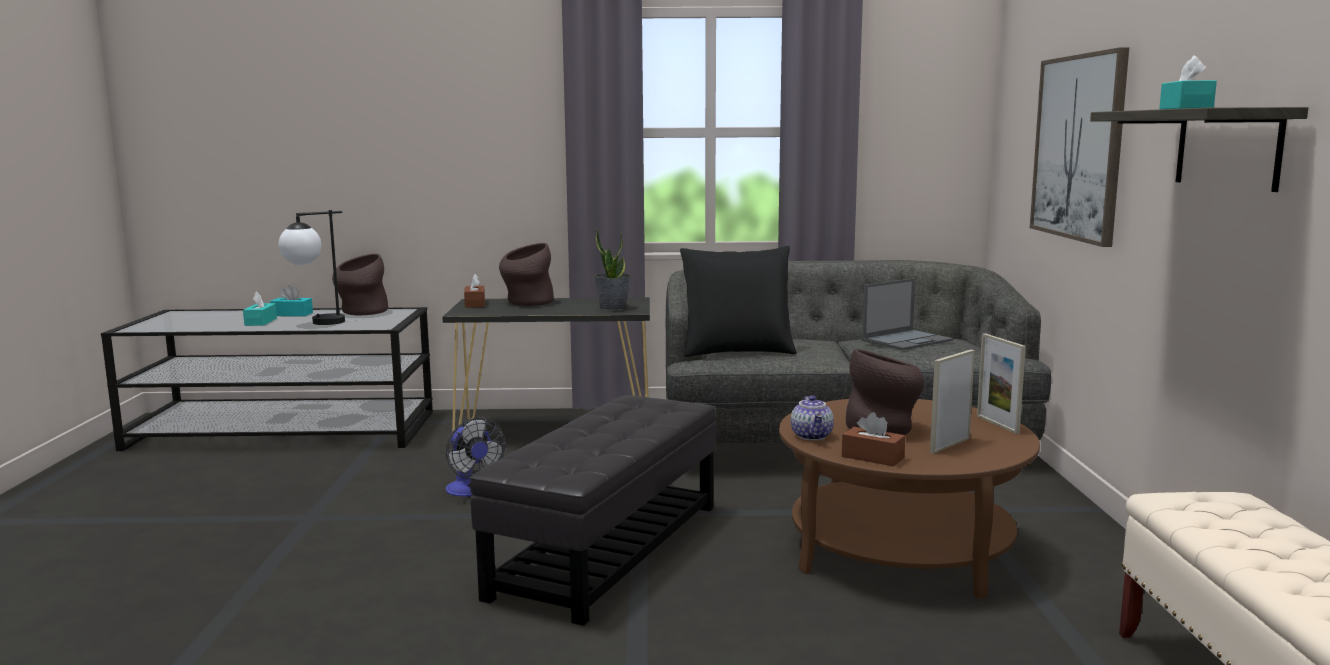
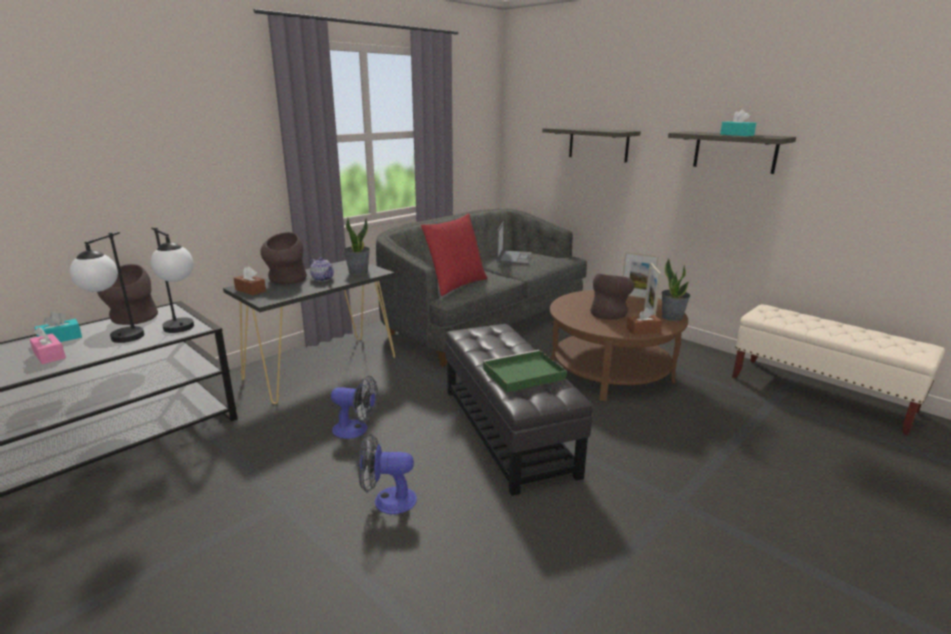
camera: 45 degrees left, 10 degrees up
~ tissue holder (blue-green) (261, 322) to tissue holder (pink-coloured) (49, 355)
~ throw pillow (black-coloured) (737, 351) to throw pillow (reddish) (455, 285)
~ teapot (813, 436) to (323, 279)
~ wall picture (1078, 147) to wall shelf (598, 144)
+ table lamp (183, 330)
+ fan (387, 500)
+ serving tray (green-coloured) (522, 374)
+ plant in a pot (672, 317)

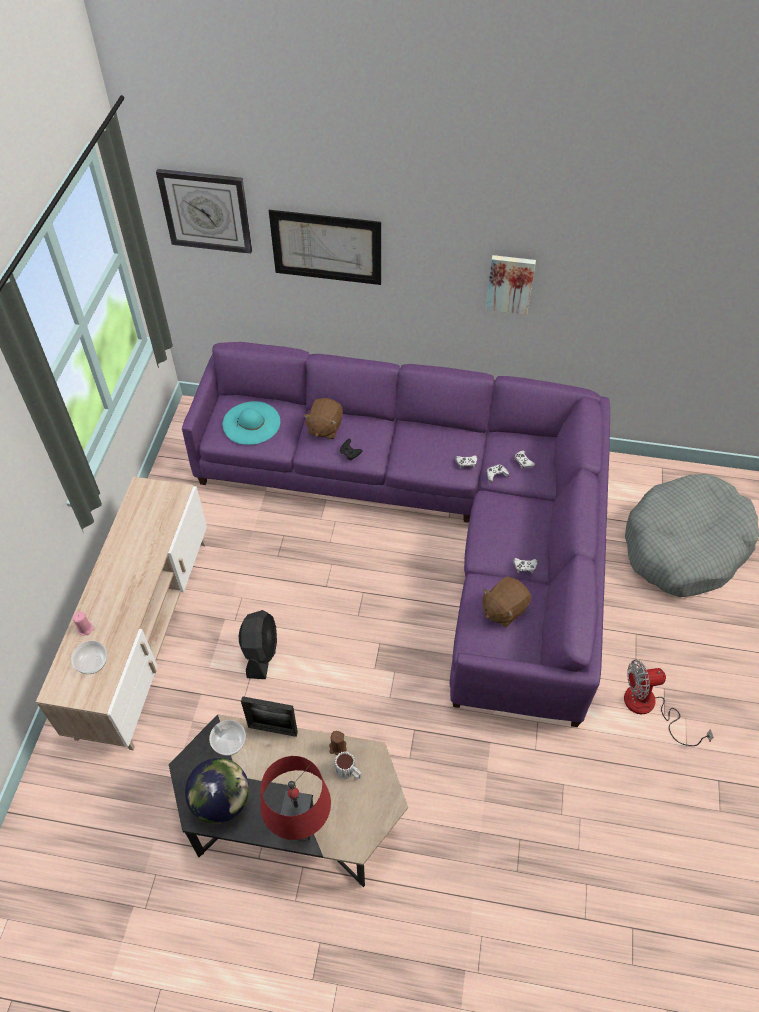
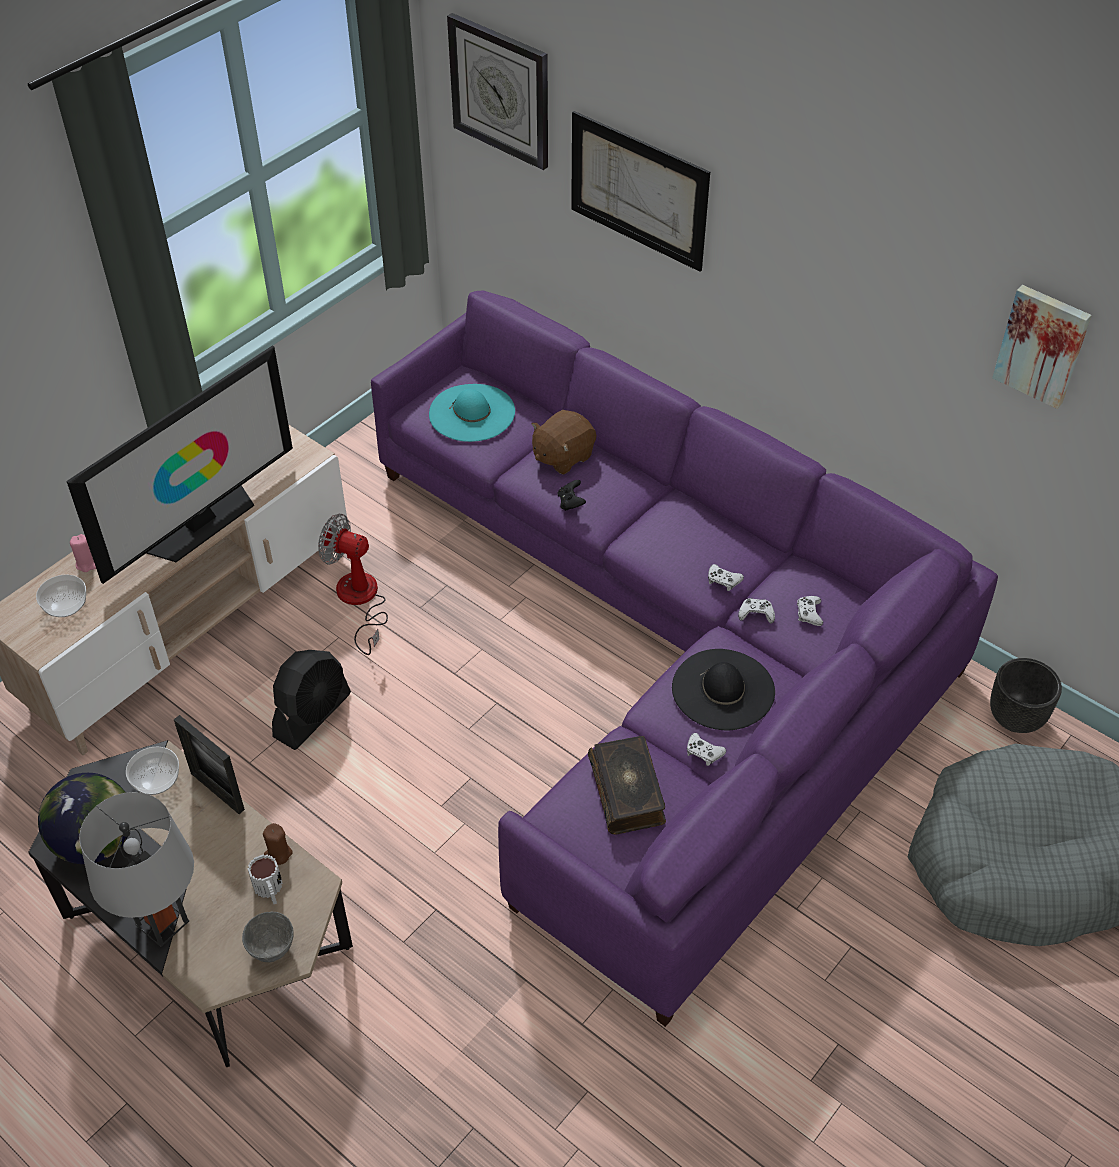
camera: 30 degrees right, 5 degrees down
~ table lamp (reddish) (300, 826) to table lamp (grey) (162, 923)
~ cuddly toy (brownish) (503, 609) to volume (627, 792)
~ wall picture (510, 283) to (1042, 345)
~ fan (649, 708) to (360, 601)
+ television (201, 523)
+ serving bowl (grey) (271, 949)
+ hat (black-coloured) (723, 689)
+ flower pot (black-coloured) (1016, 719)

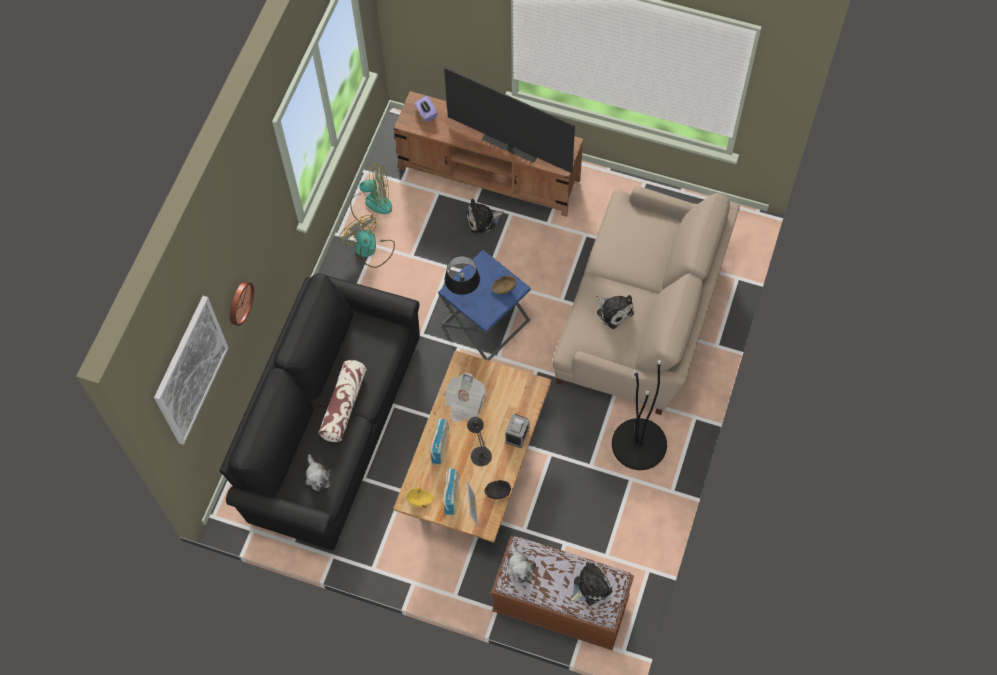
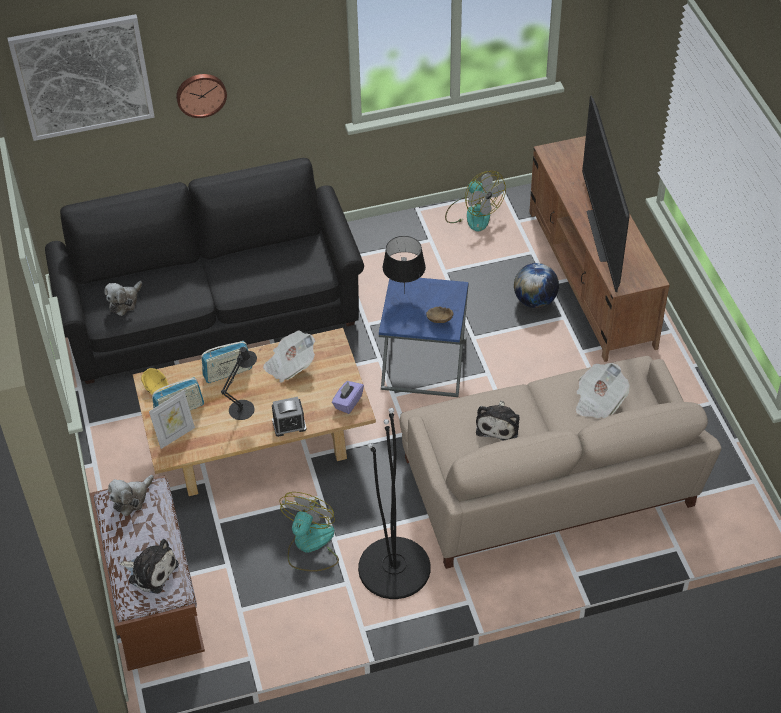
camera: 55 degrees right, 15 degrees down
- throw pillow (344, 405)
~ fan (370, 249) to (310, 545)
~ tissue holder (purple) (426, 114) to (348, 402)
~ cuddly toy (483, 220) to world globe (535, 301)
- serving bowl (black-coloured) (497, 491)
+ newspaper (598, 401)

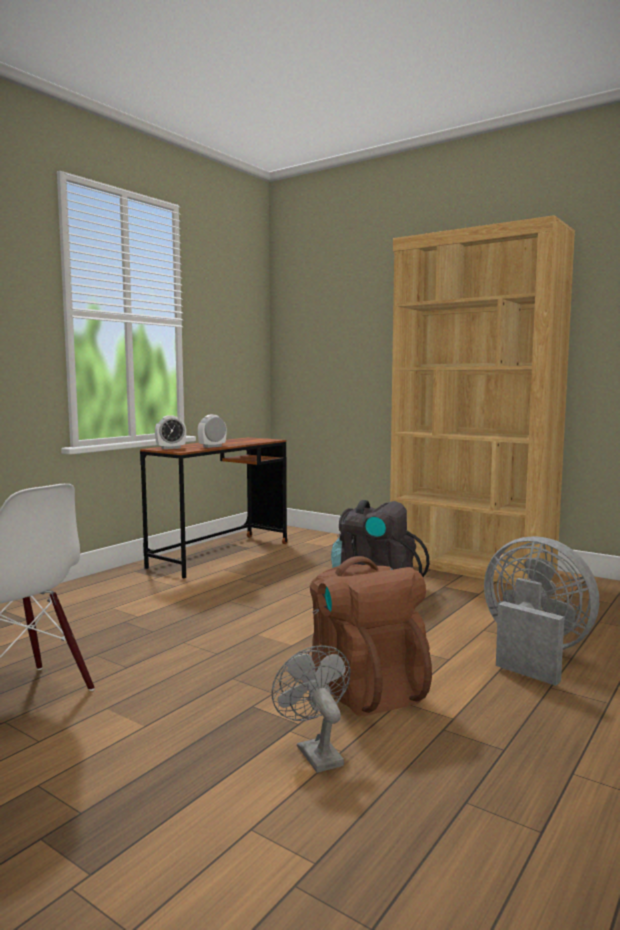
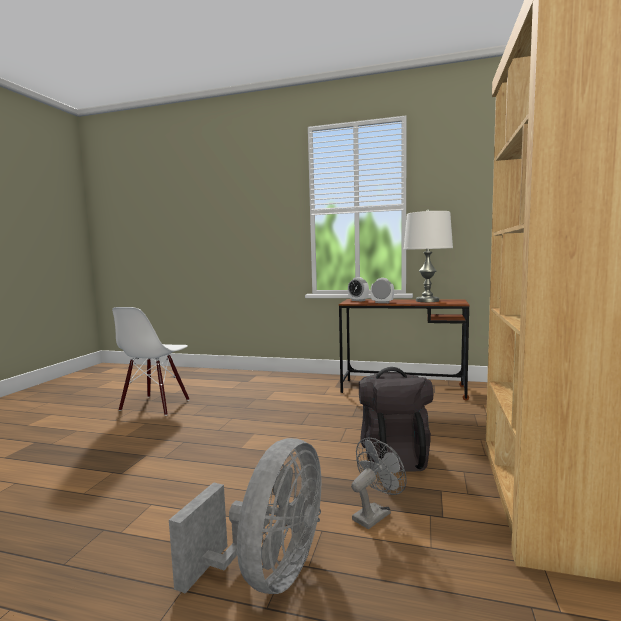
camera: 70 degrees right, 0 degrees up
~ fan (grey) (315, 752) to (375, 514)
- knapsack (brownish) (365, 688)
+ table lamp (white) (427, 301)

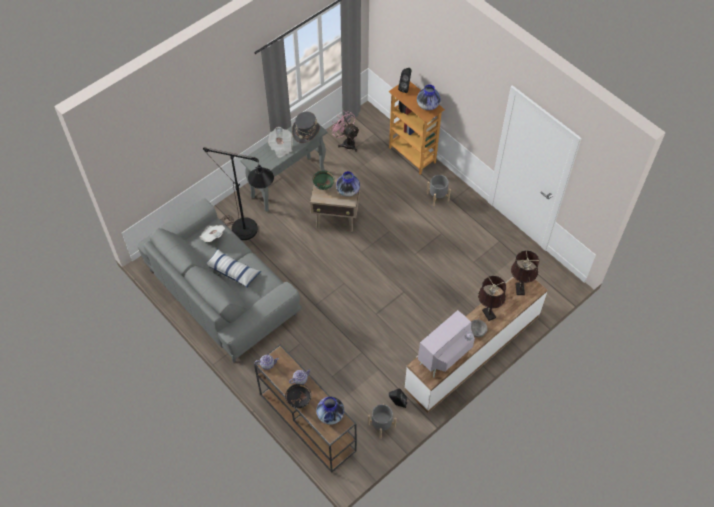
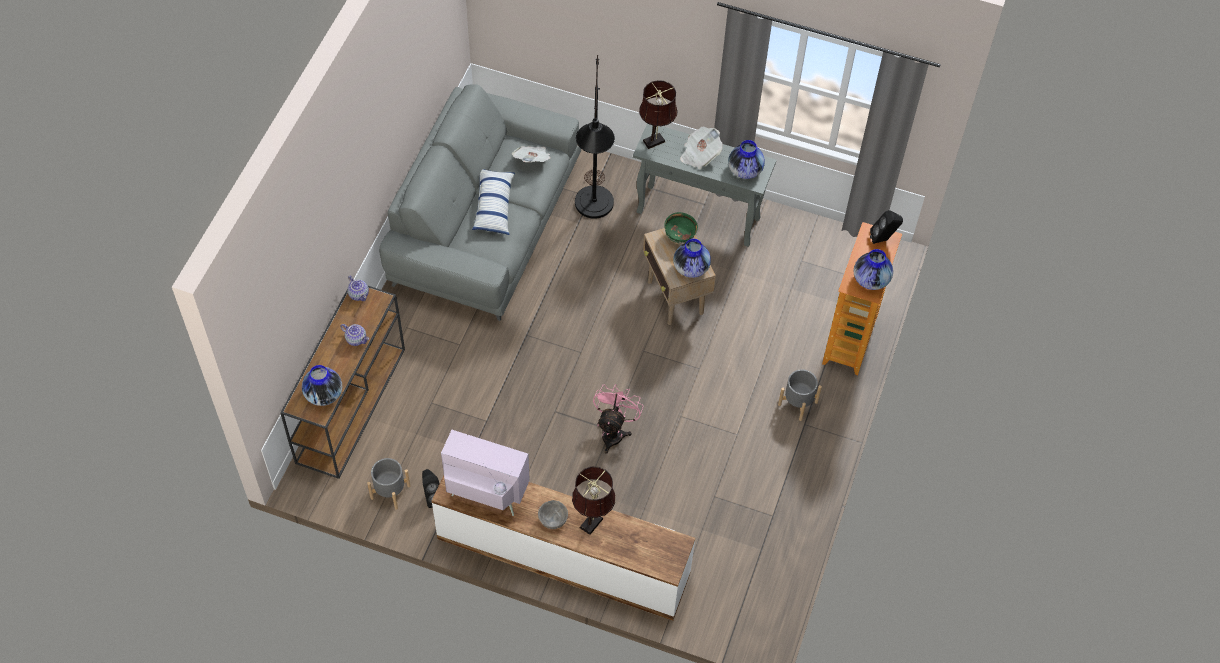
camera: 60 degrees right, 0 degrees up
- serving bowl (black-coloured) (298, 401)
~ hat (grey) (306, 131) to flower vase (745, 170)
~ fan (pink-coloured) (346, 142) to (614, 431)
~ table lamp (brownish) (519, 287) to (656, 140)

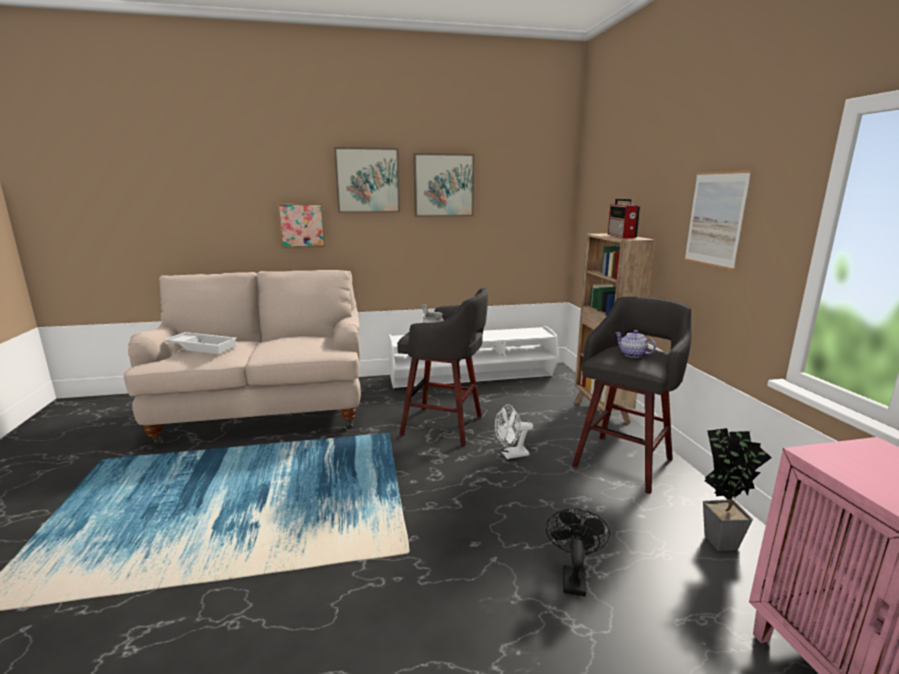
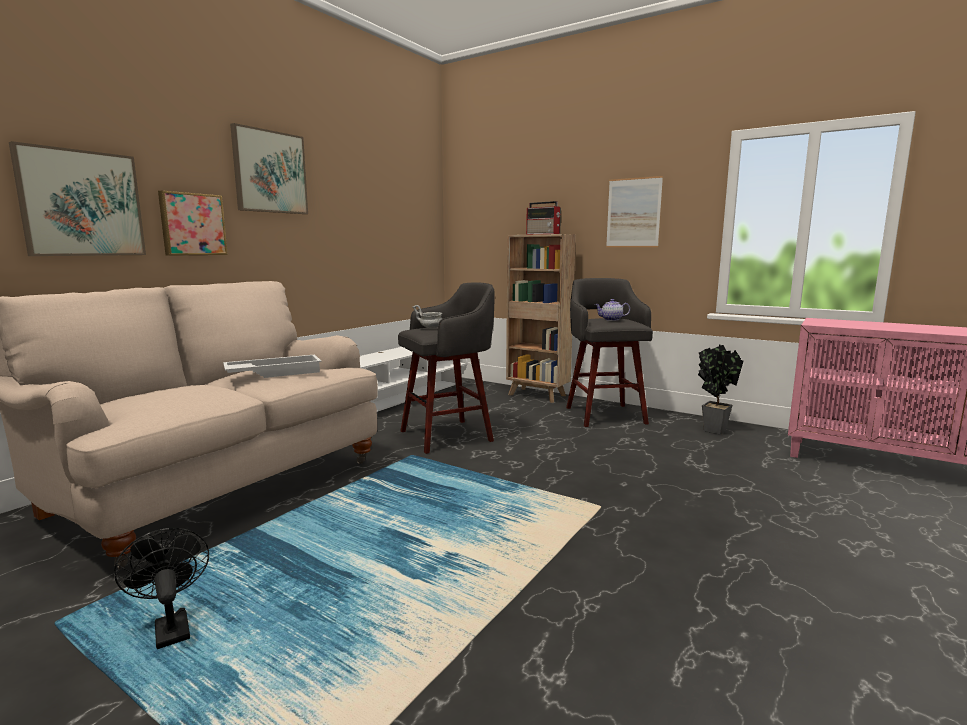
camera: 45 degrees left, 5 degrees down
~ serving tray (white) (203, 347) to (274, 373)
~ wall picture (443, 185) to (82, 203)
- fan (white) (511, 455)
~ fan (black-coloured) (573, 577) to (170, 627)

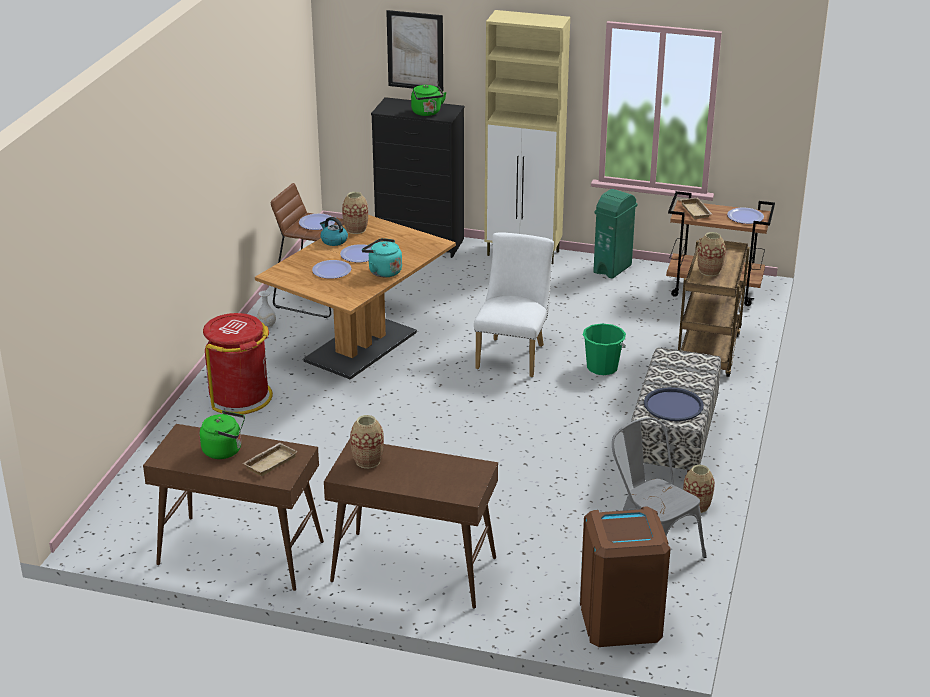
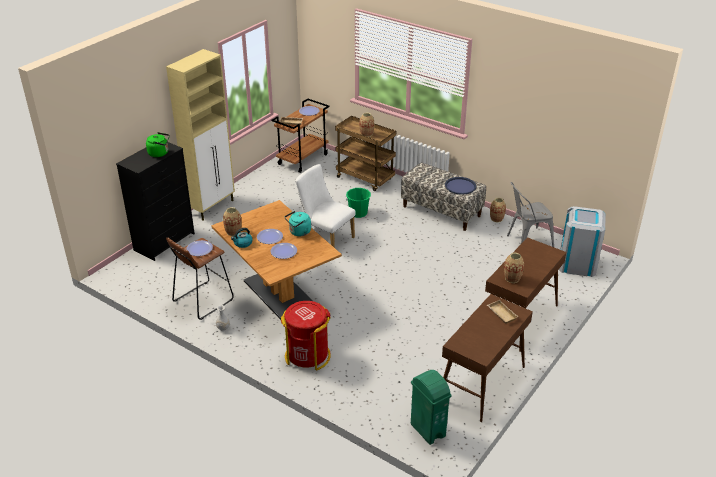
camera: 70 degrees left, 5 degrees up
- water kettle (green-coloured) (225, 450)
- wall picture (415, 50)
~ waste bin (brownish) (620, 620) to waste bin (grey) (577, 264)
~ waste bin (green-coloured) (613, 269) to (427, 430)

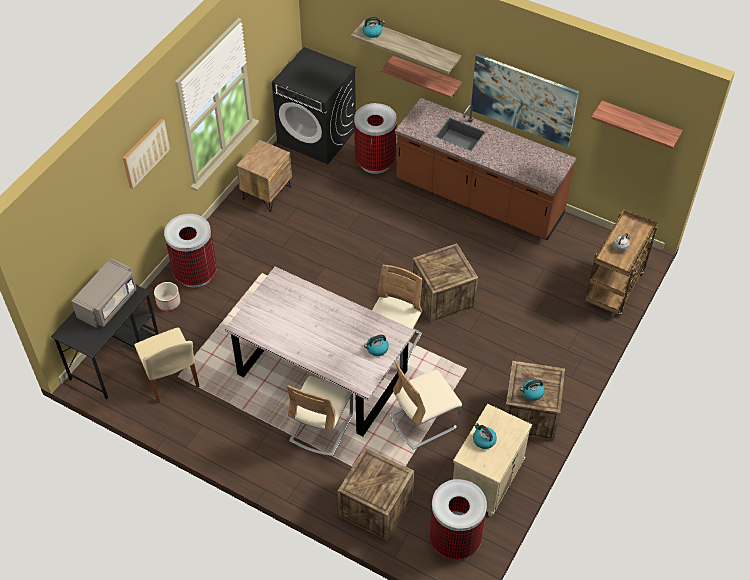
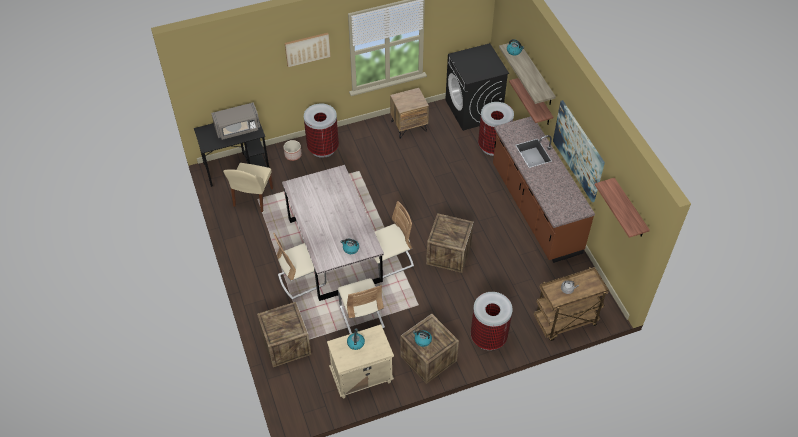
camera: 40 degrees right, 0 degrees up
~ upright chair (sand-coloured) (423, 421) = (361, 317) 120 degrees counterclockwise
~ waste bin (455, 540) to (488, 337)

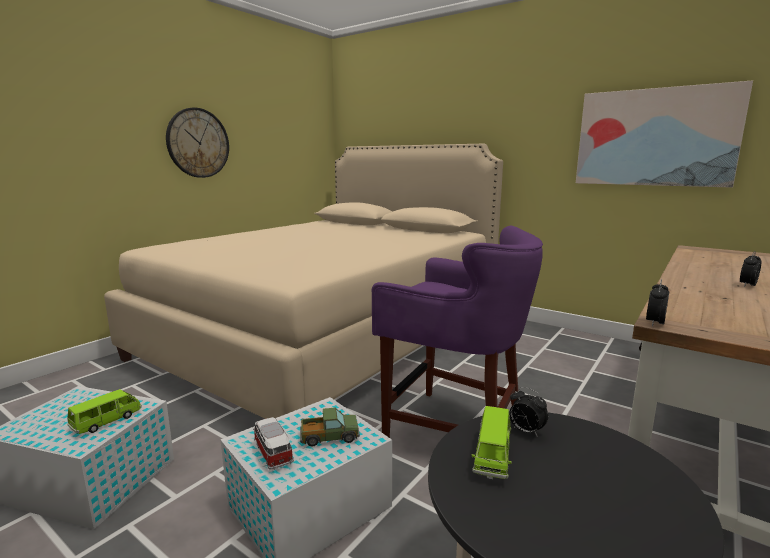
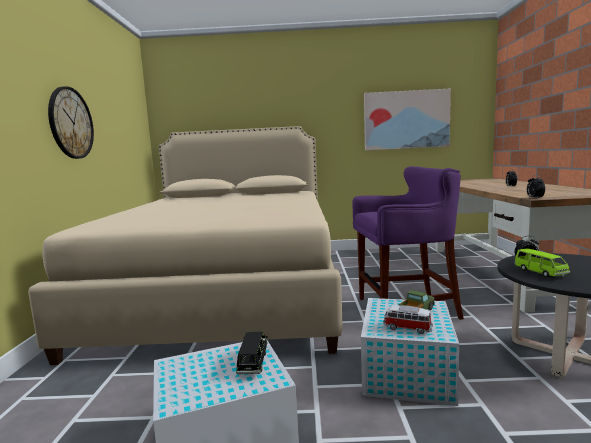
camera: 35 degrees left, 5 degrees down
~ miniature car (green-coloured) (107, 421) to miniature car (black-coloured) (253, 363)

